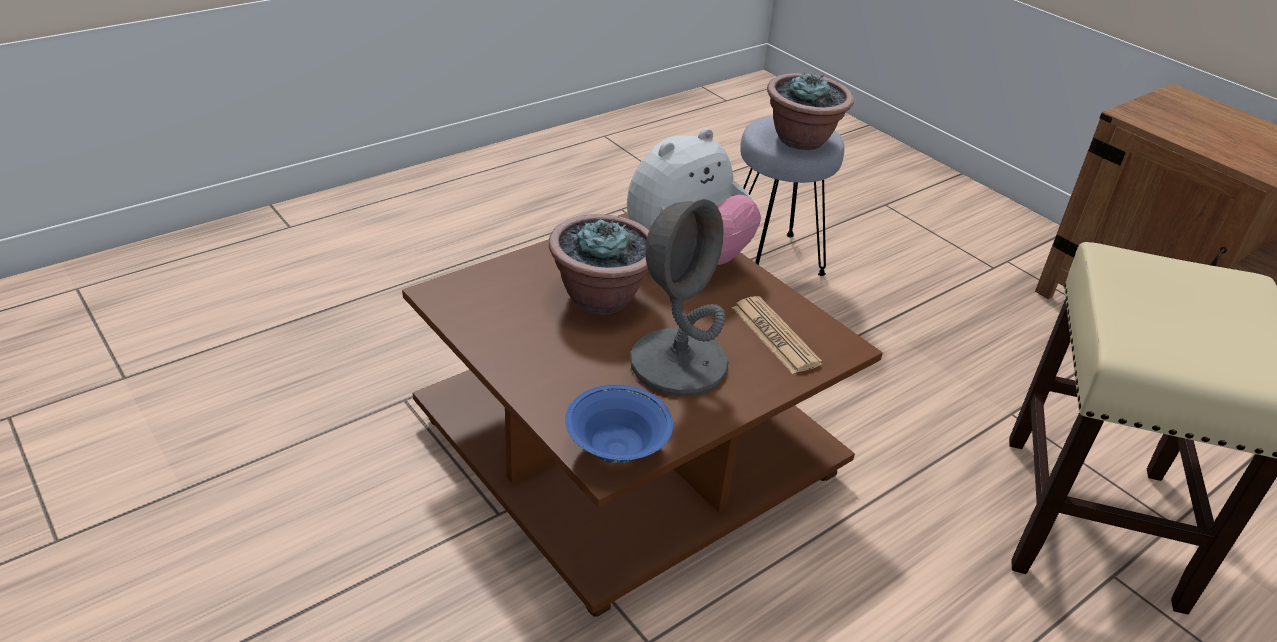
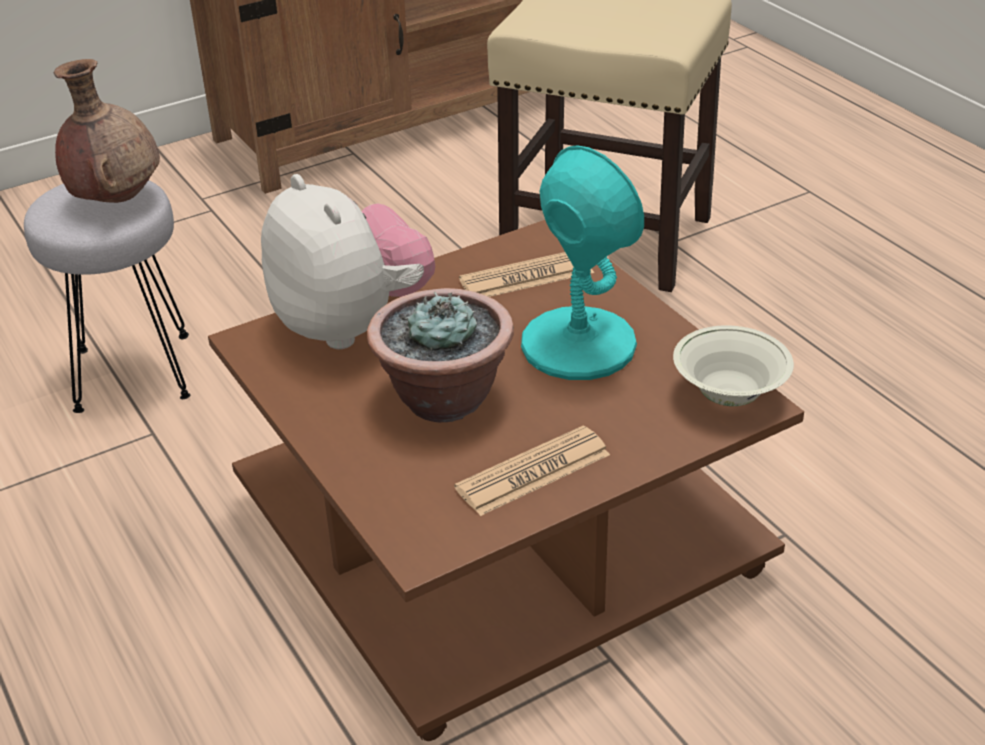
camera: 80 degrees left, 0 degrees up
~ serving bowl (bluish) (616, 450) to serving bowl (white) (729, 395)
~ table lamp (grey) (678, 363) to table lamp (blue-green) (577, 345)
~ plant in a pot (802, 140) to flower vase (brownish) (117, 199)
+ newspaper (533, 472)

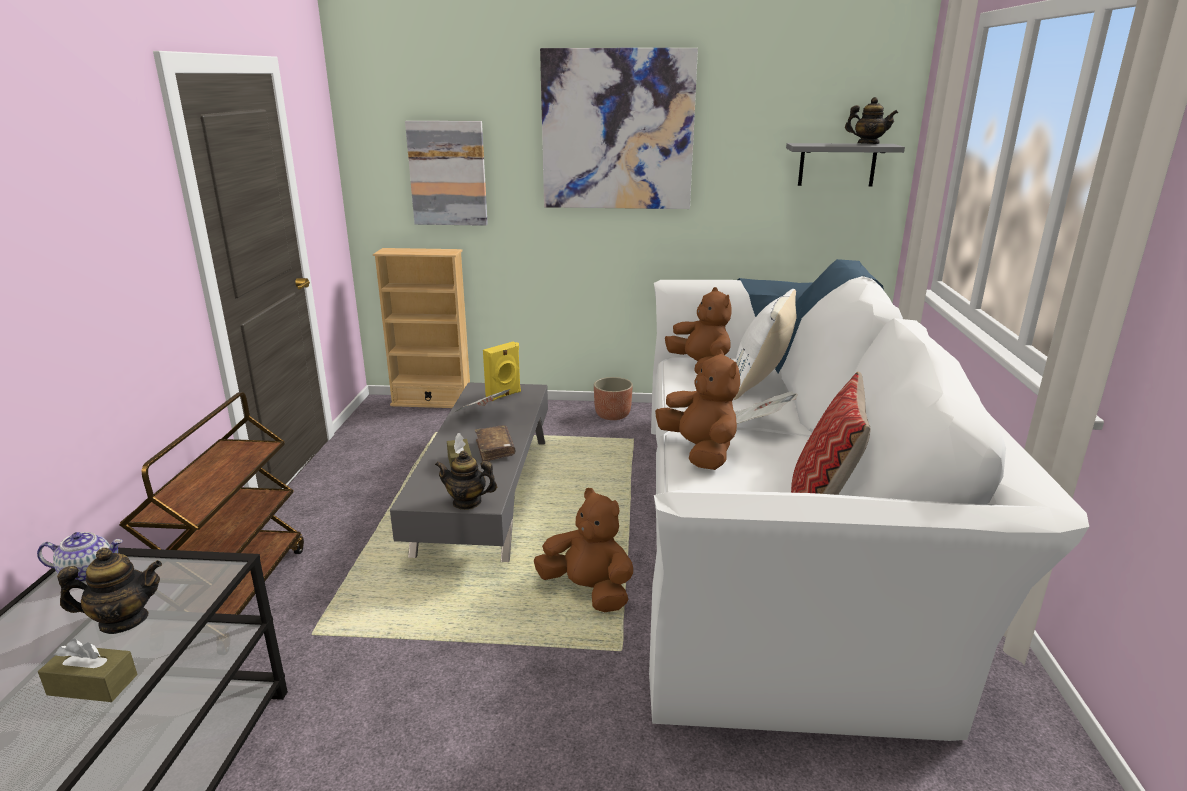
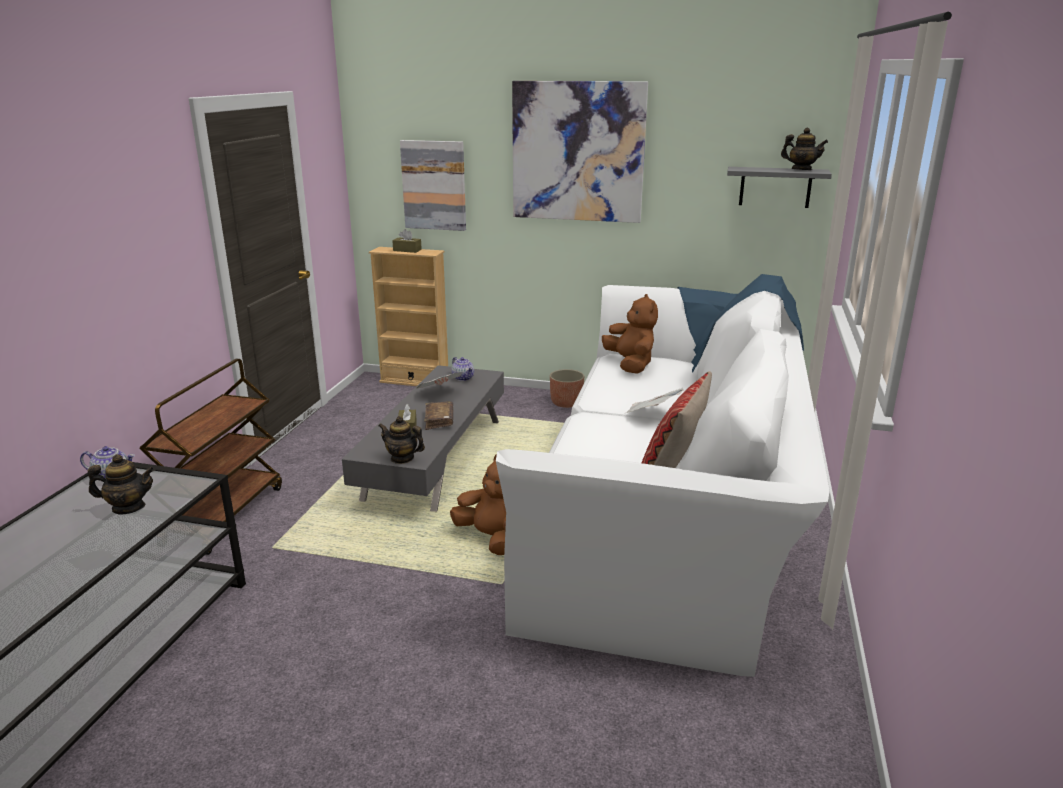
camera: 10 degrees right, 0 degrees up
~ tissue holder (brownish) (92, 685) to (407, 250)
~ audio speaker (yellowish) (504, 395) to teapot (463, 378)
- cuddly toy (brownish) (700, 452)
- throw pillow (white) (761, 384)

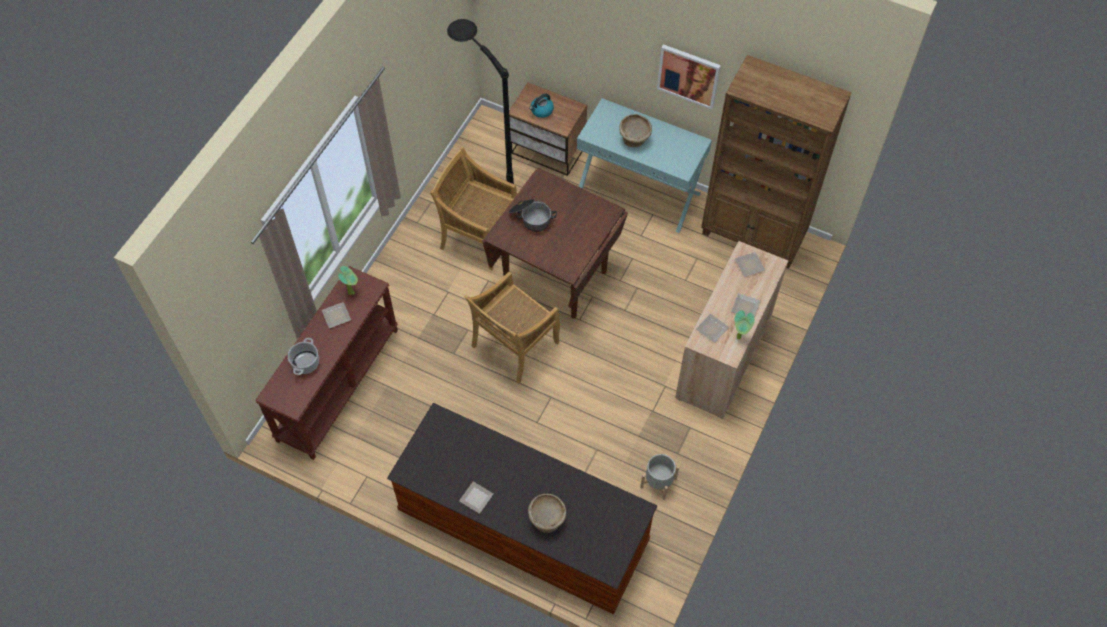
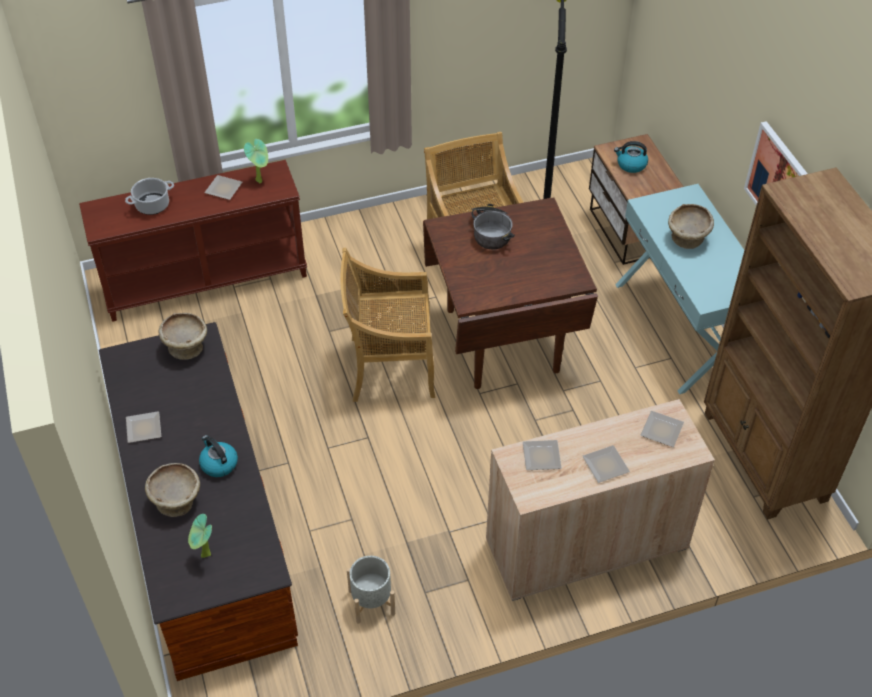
camera: 45 degrees right, 10 degrees down
~ plant in a pot (739, 337) to (205, 556)
+ serving bowl (sand-coloured) (186, 347)
+ water kettle (218, 464)

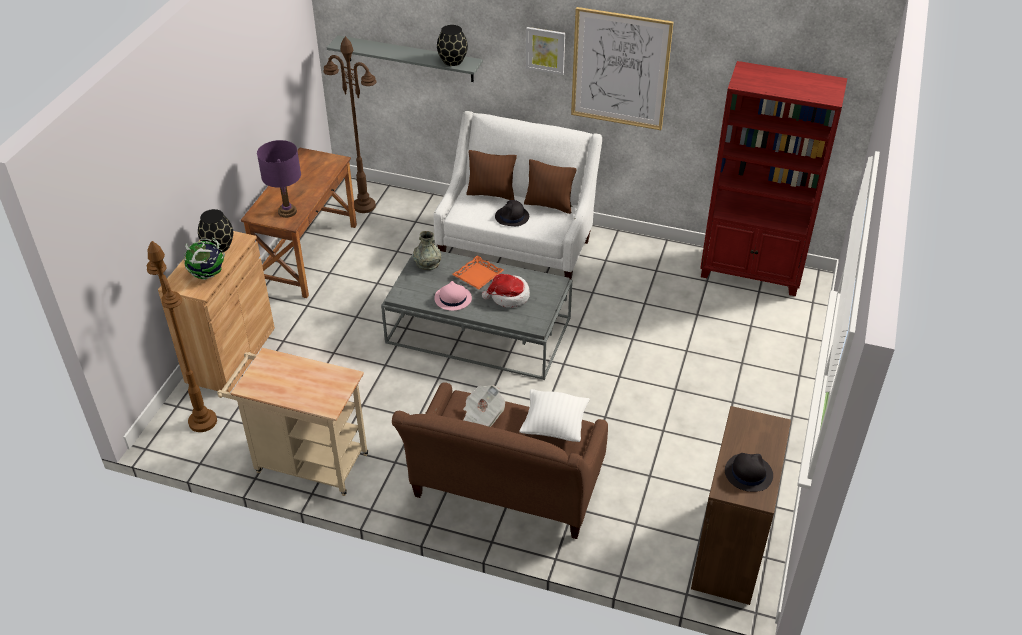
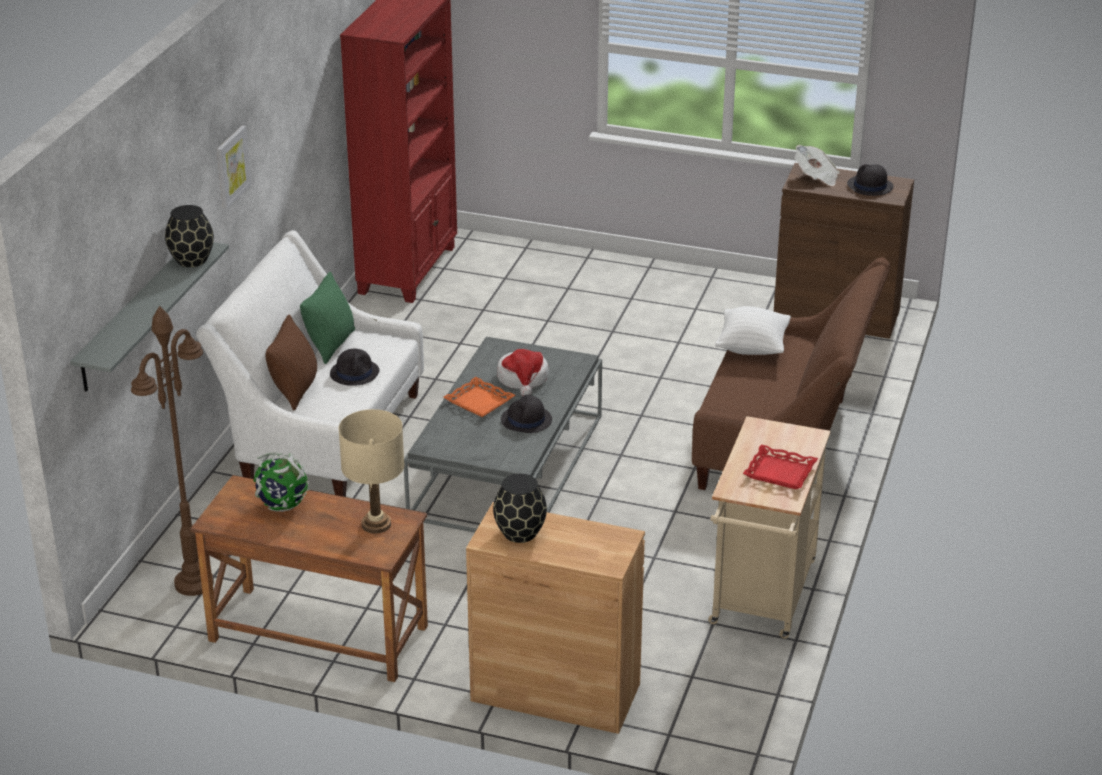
camera: 90 degrees left, 10 degrees down
- floor lamp (brownish) (202, 421)
~ world globe (208, 274) to (282, 505)
~ table lamp (purple) (287, 212) to table lamp (sand-coloured) (376, 524)
- flower vase (grey) (427, 263)
~ hat (pink-coloured) (452, 298) to hat (black-coloured) (526, 420)
~ newspaper (482, 416) to (816, 177)
~ throw pillow (brownish) (549, 205) to throw pillow (green-coloured) (331, 345)
- wall picture (620, 69)
+ serving tray (reddish) (779, 472)

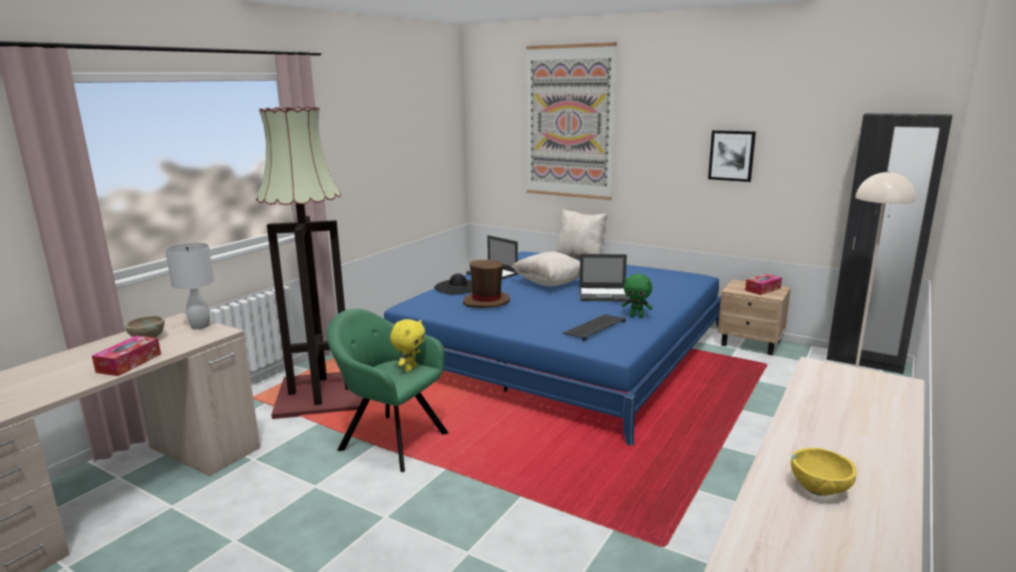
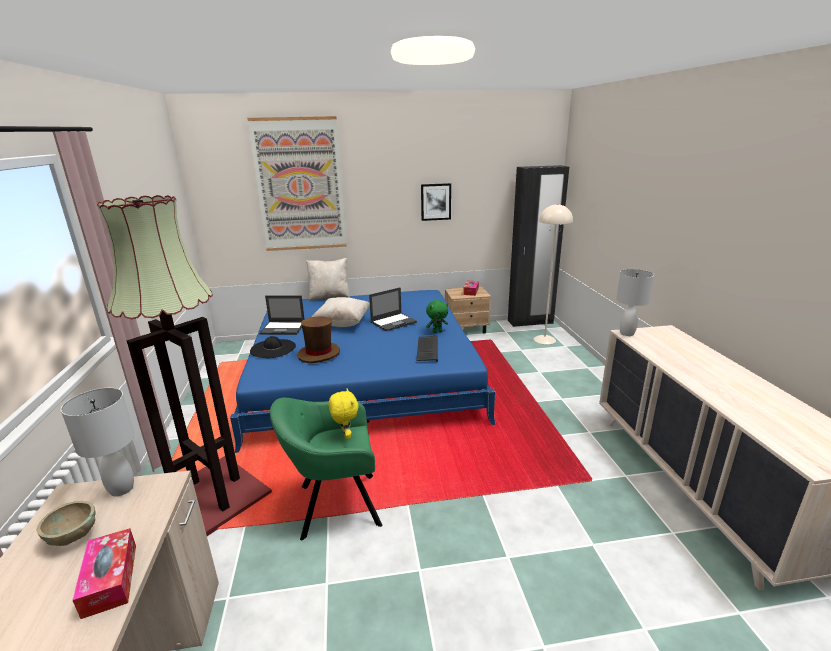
camera: 40 degrees left, 5 degrees up
- serving bowl (yellowish) (820, 490)
+ table lamp (white) (627, 333)

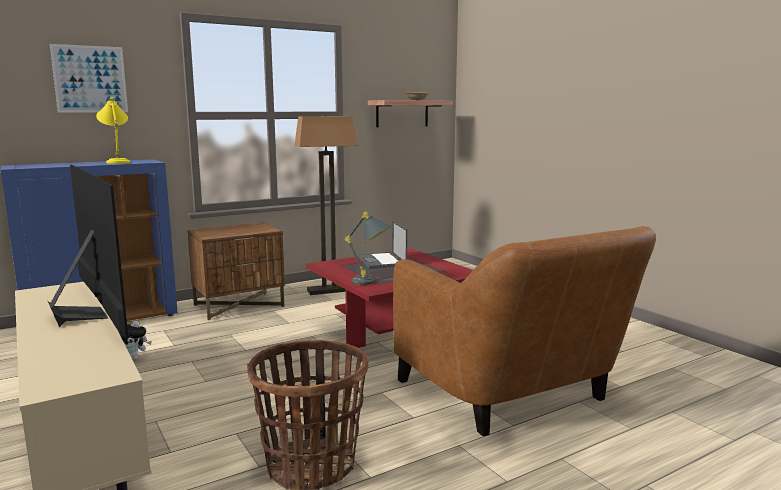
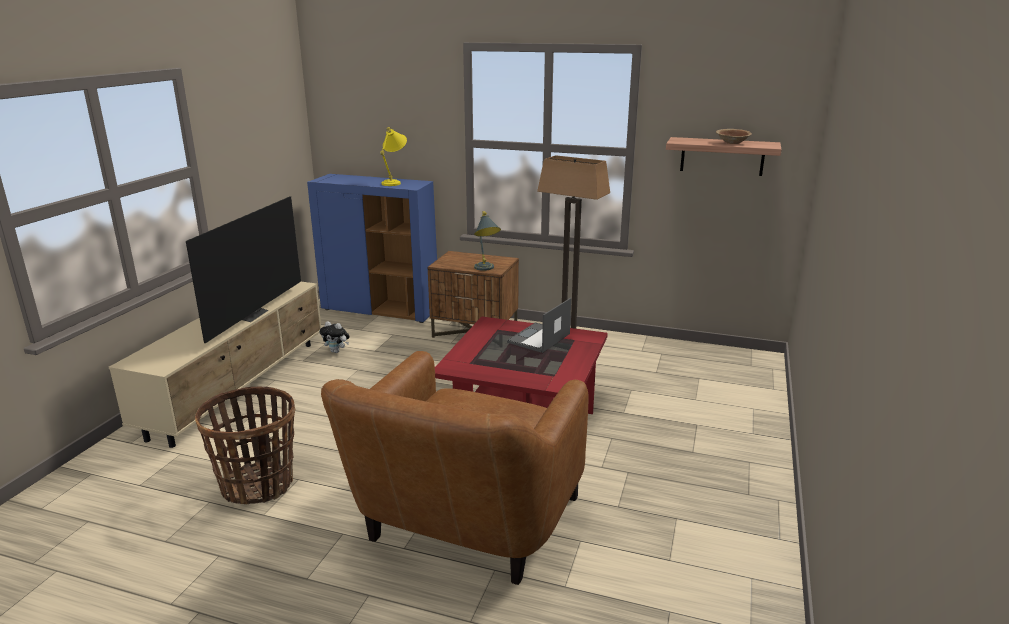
camera: 50 degrees right, 10 degrees up
- wall picture (90, 79)
~ table lamp (grey) (372, 282) to (486, 269)

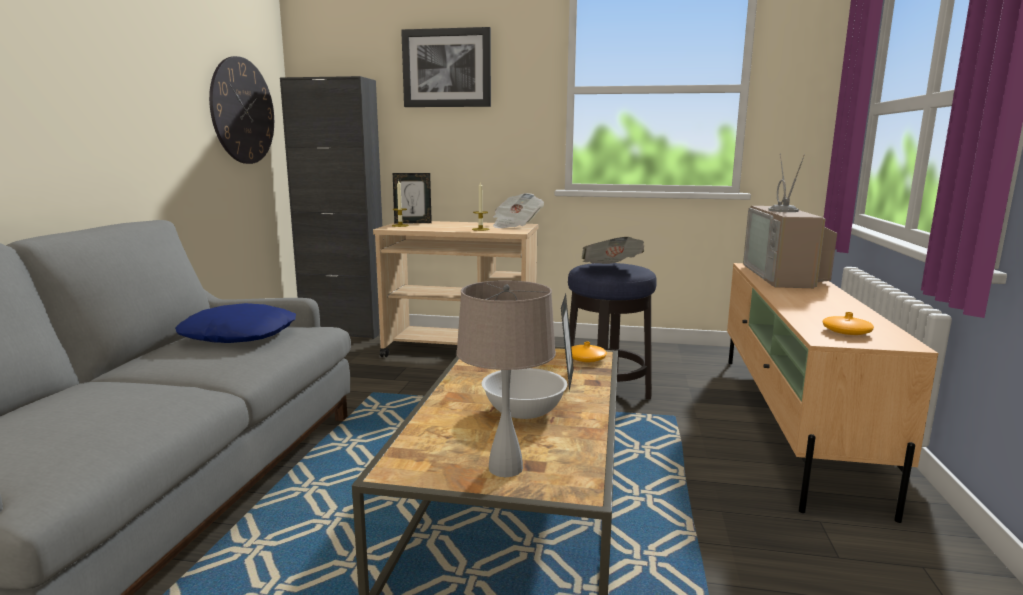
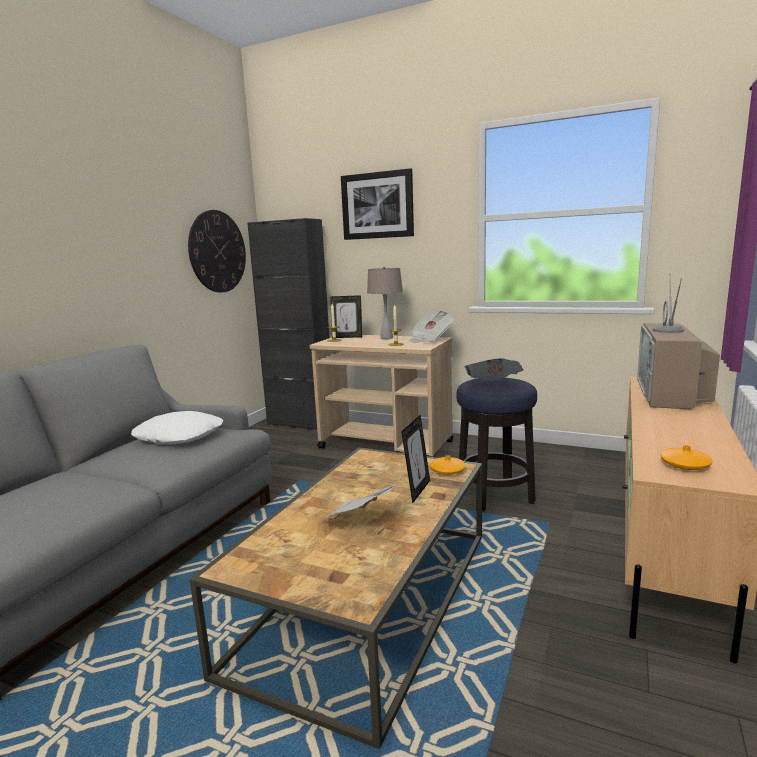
camera: 15 degrees right, 0 degrees up
~ throw pillow (bluish) (240, 335) to throw pillow (white) (180, 436)
~ table lamp (sand-coloured) (506, 468) to (386, 338)
~ serving bowl (white) (523, 411) to newspaper (360, 521)

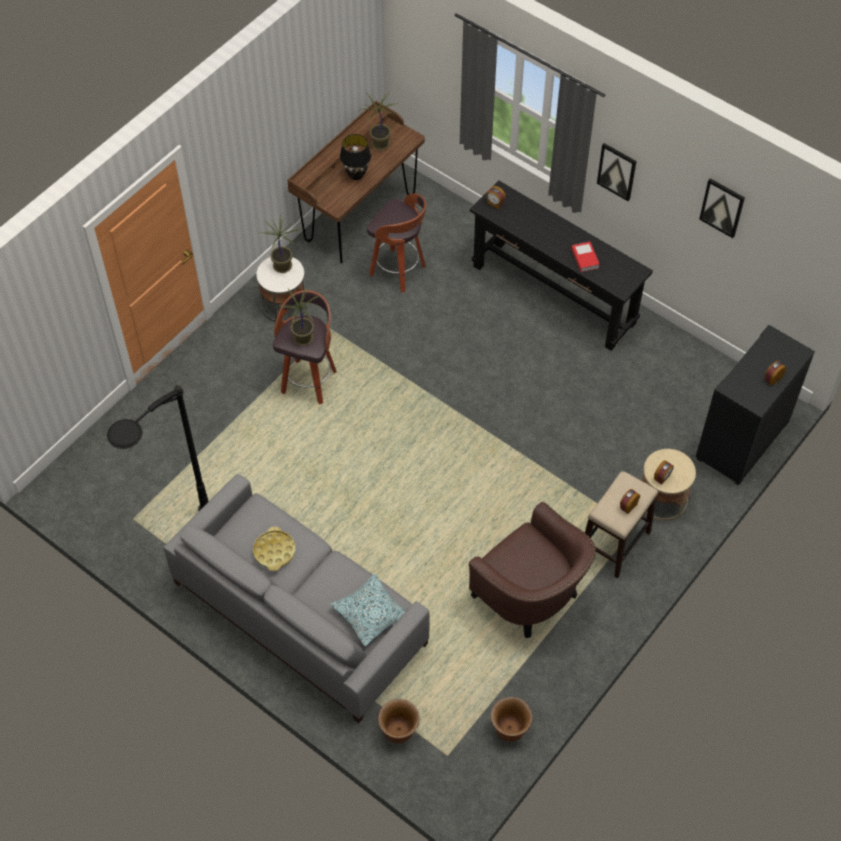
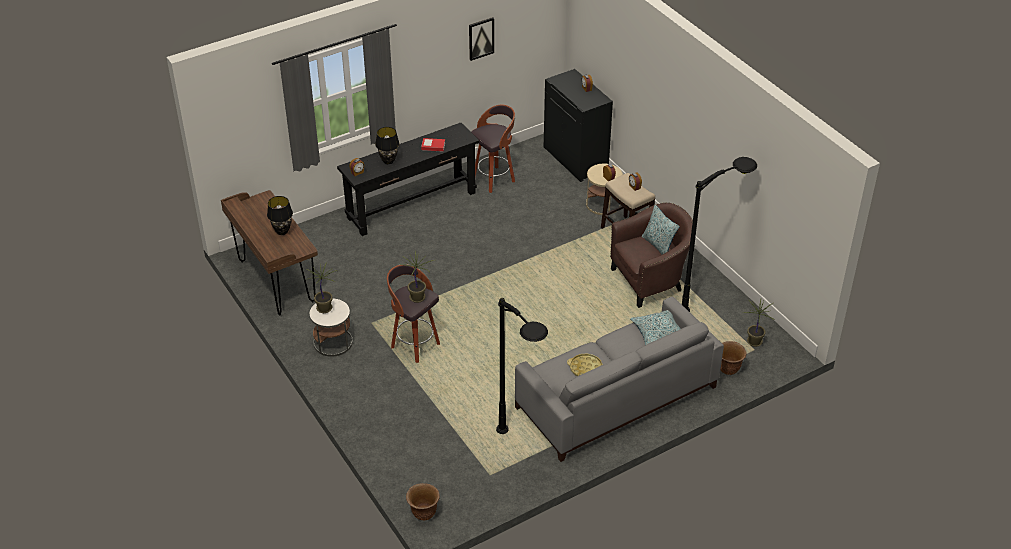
camera: 70 degrees left, 15 degrees down
~ plant in a pot (379, 144) to (754, 342)
~ stool (399, 271) to (494, 179)
~ flower pot (brownish) (509, 729) to (423, 513)
- wall picture (617, 171)
+ table lamp (black-coloured) (388, 161)
+ throw pillow (658, 246)
+ floor lamp (black-coloured) (714, 300)

